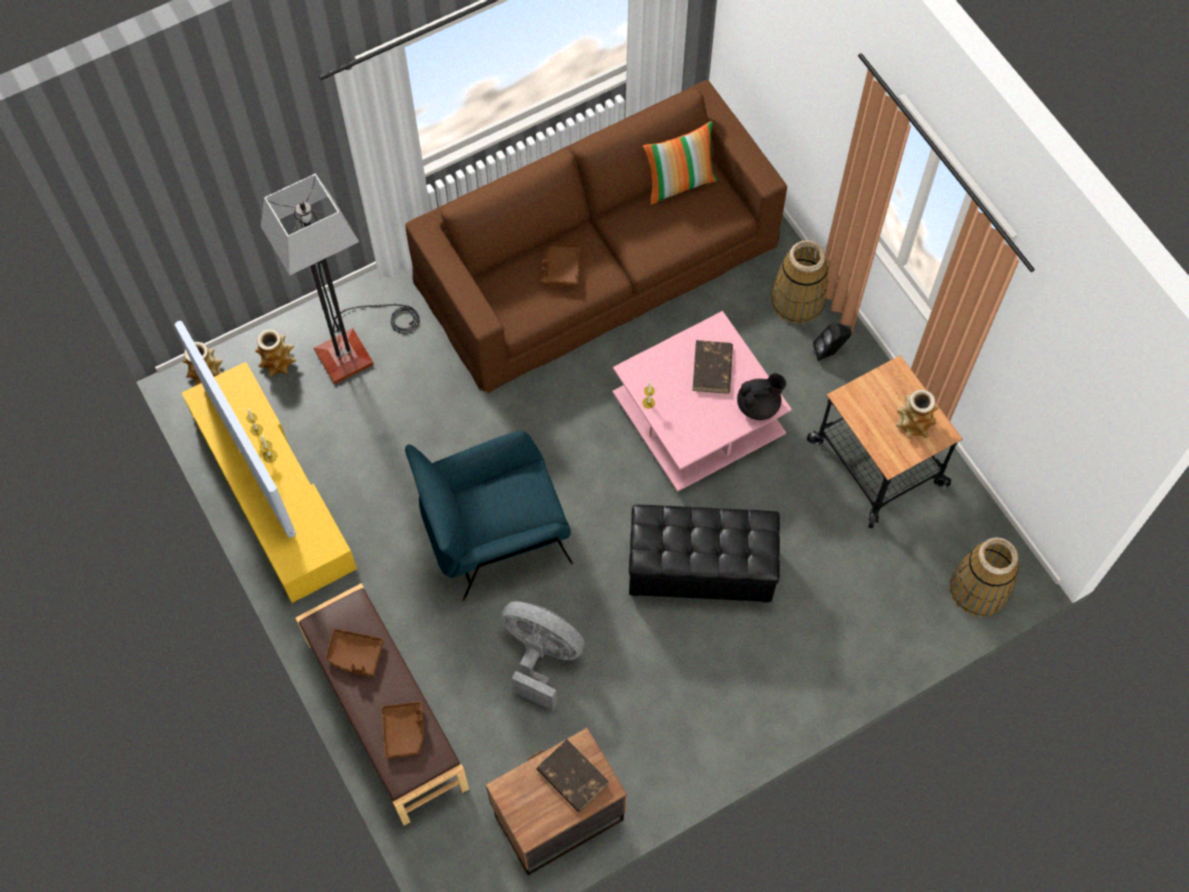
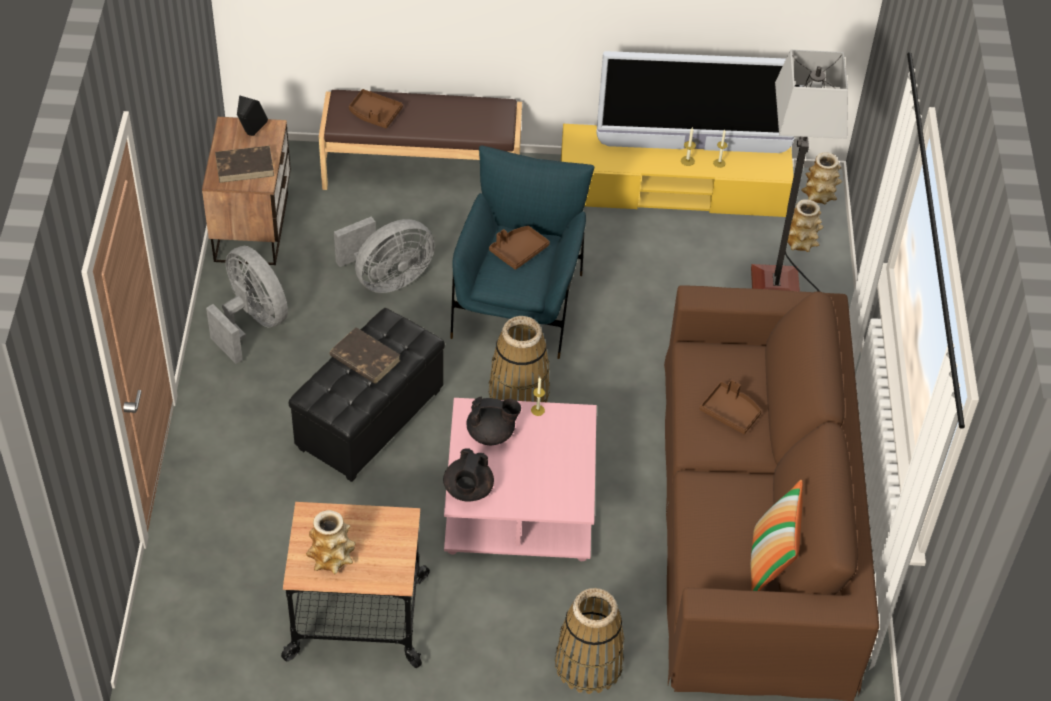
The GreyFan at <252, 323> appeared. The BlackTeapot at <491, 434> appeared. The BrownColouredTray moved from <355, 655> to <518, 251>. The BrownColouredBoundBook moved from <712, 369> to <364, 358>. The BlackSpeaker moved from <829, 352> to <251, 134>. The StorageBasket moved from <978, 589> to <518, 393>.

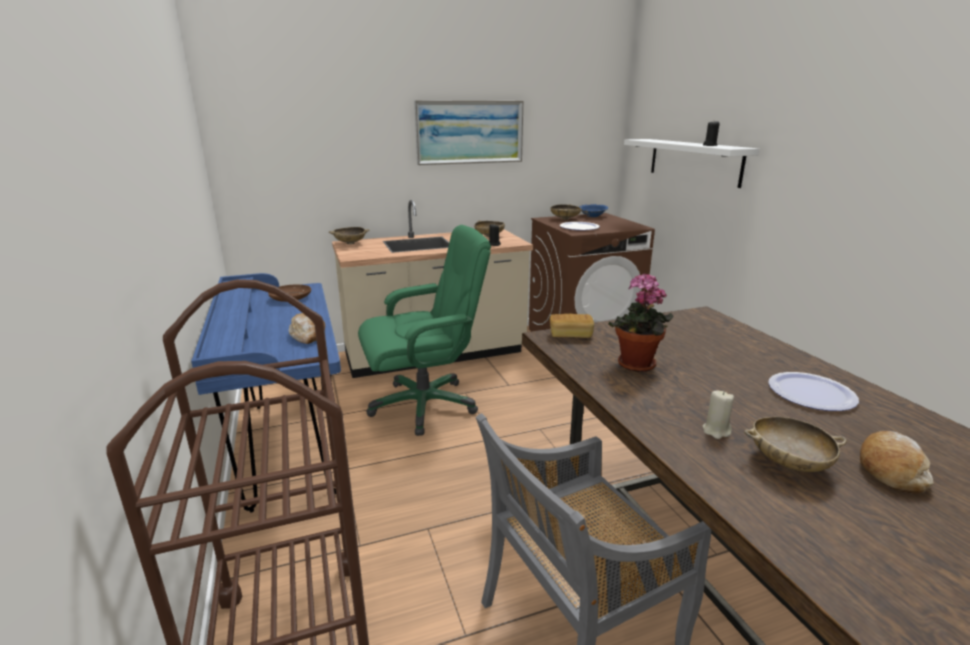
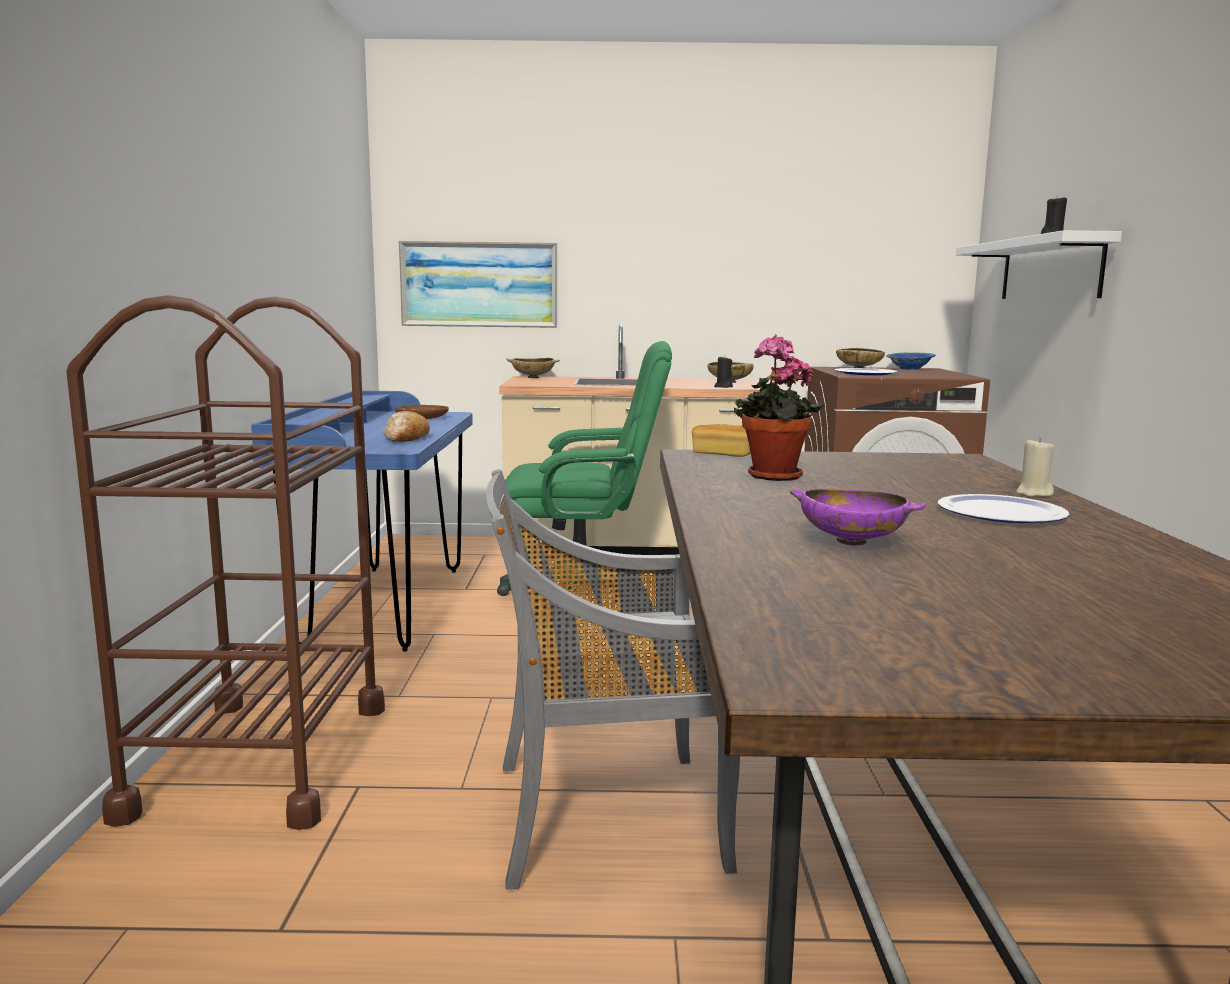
The BakeryBread at <890, 469> disappeared. The WallPicture moved from <469, 132> to <479, 284>. The BeigeWaxCandle moved from <716, 431> to <1033, 494>. The BeigeDeepDish at <788, 463> became the PurplishDeepDish at <851, 542>.

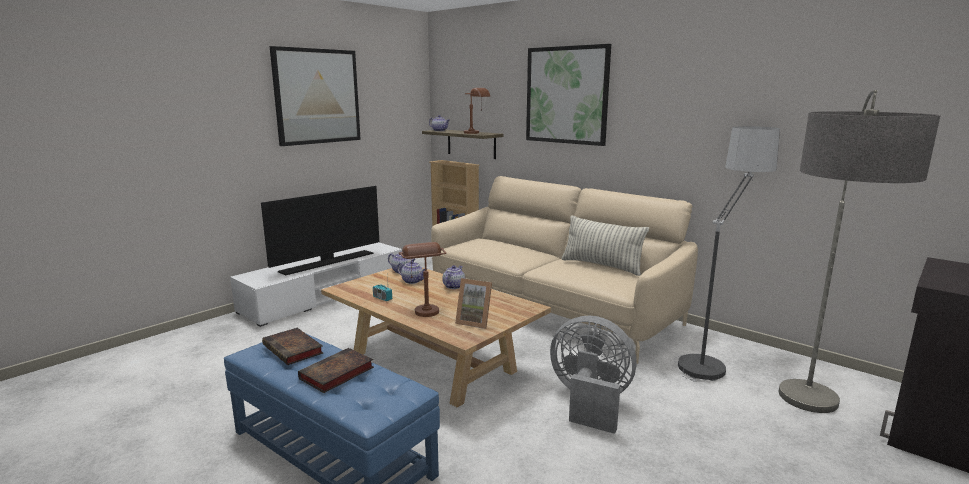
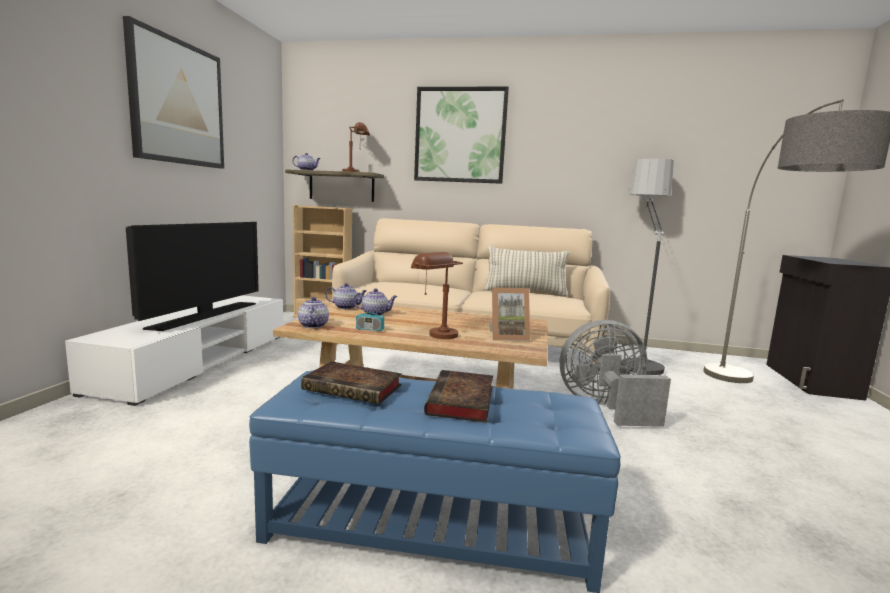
The Teapot moved from <453, 286> to <313, 325>.

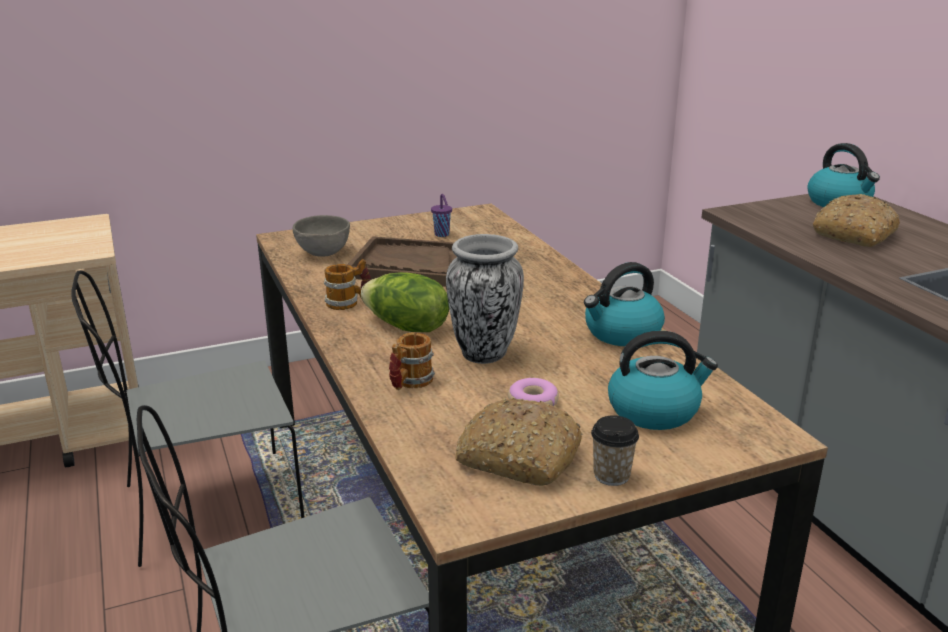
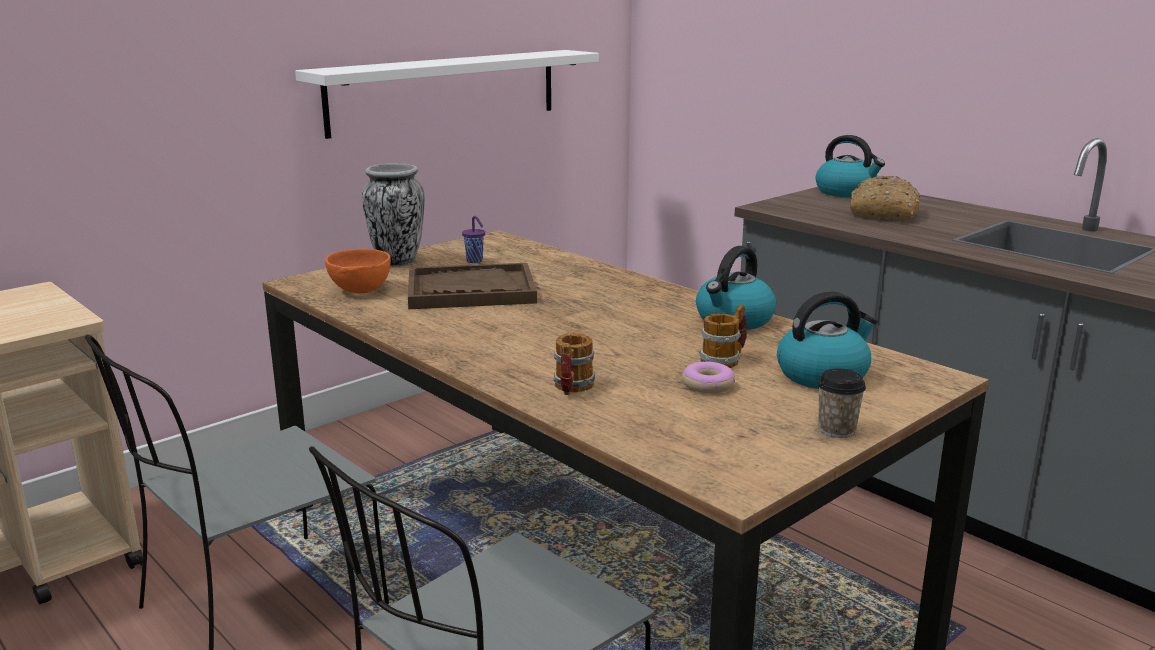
The Lettuce at <406, 327> disappeared. The BakeryBread at <518, 457> disappeared. The WhitishShelf at <446, 91> appeared. The TeaMug moved from <348, 302> to <725, 359>. The Vase moved from <483, 353> to <397, 261>. The GreyDeepDish at <322, 253> became the OrangeyDeepDish at <359, 290>.

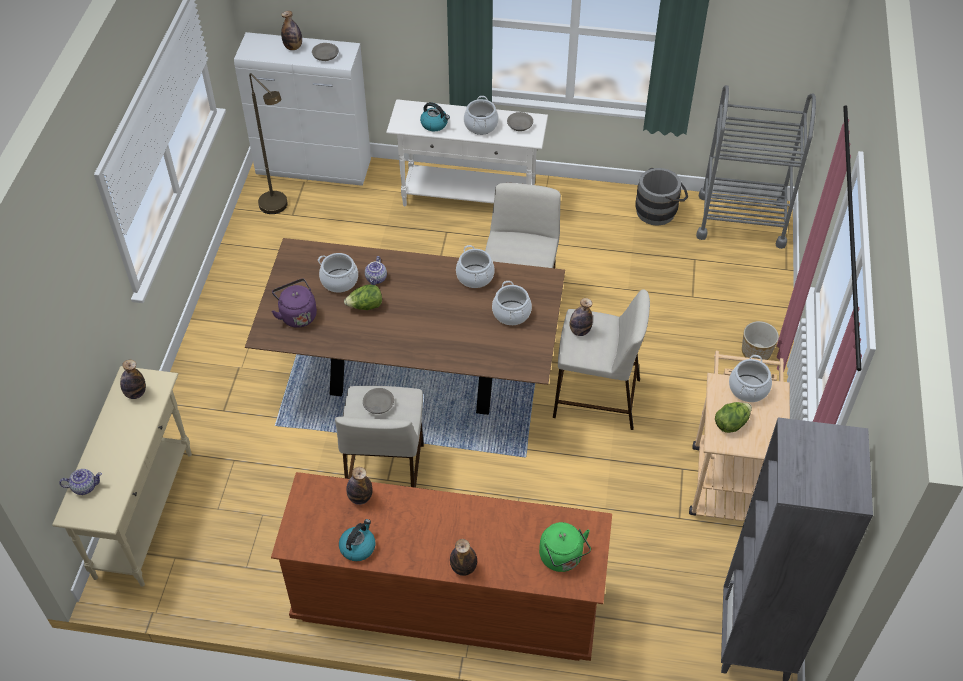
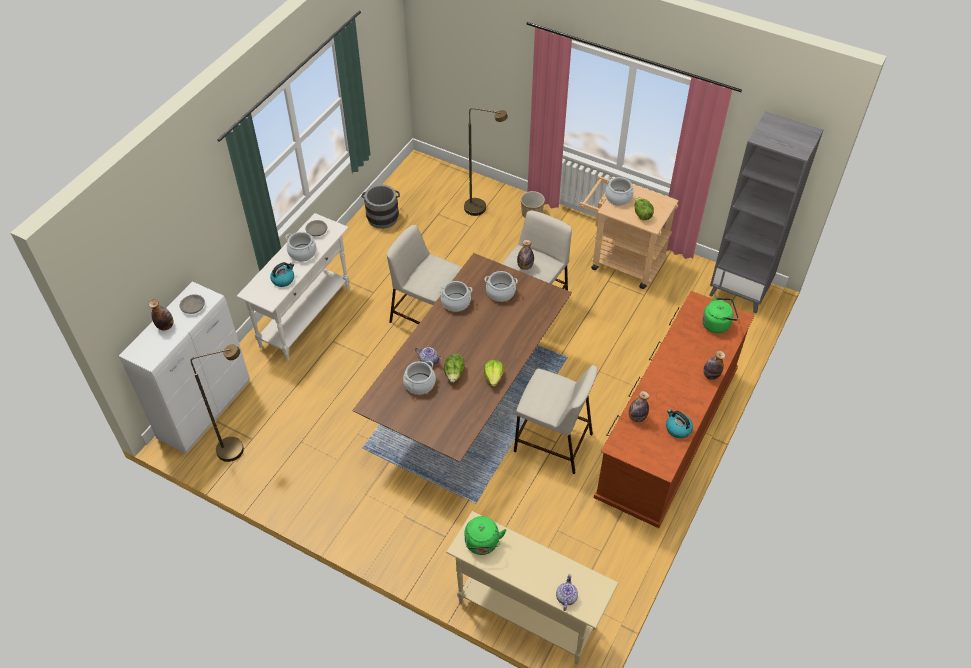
The PurplishWaterKettle at <297, 315> disappeared. The GreyDeepDish at <378, 405> disappeared. The GreyCart at <741, 220> disappeared. The BrownColouredStandingLamp at <481, 208> appeared. The Lettuce at <493, 377> appeared. The Bottle at <135, 393> was replaced by the GreenWaterKettle at <482, 544>.

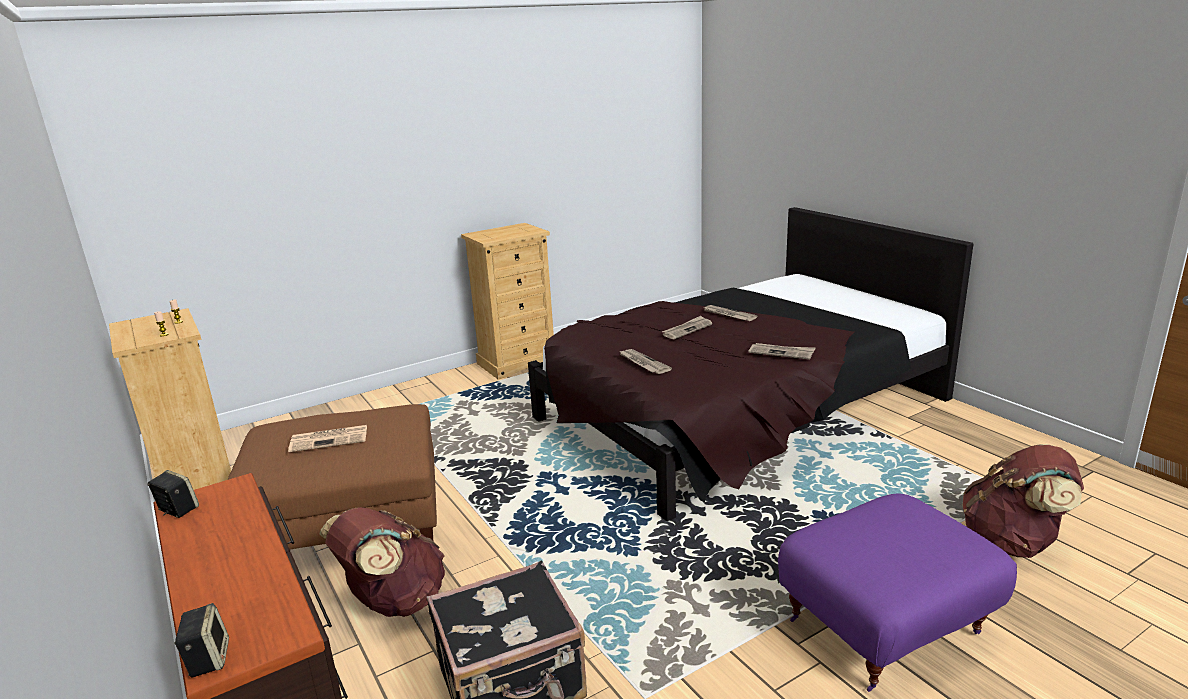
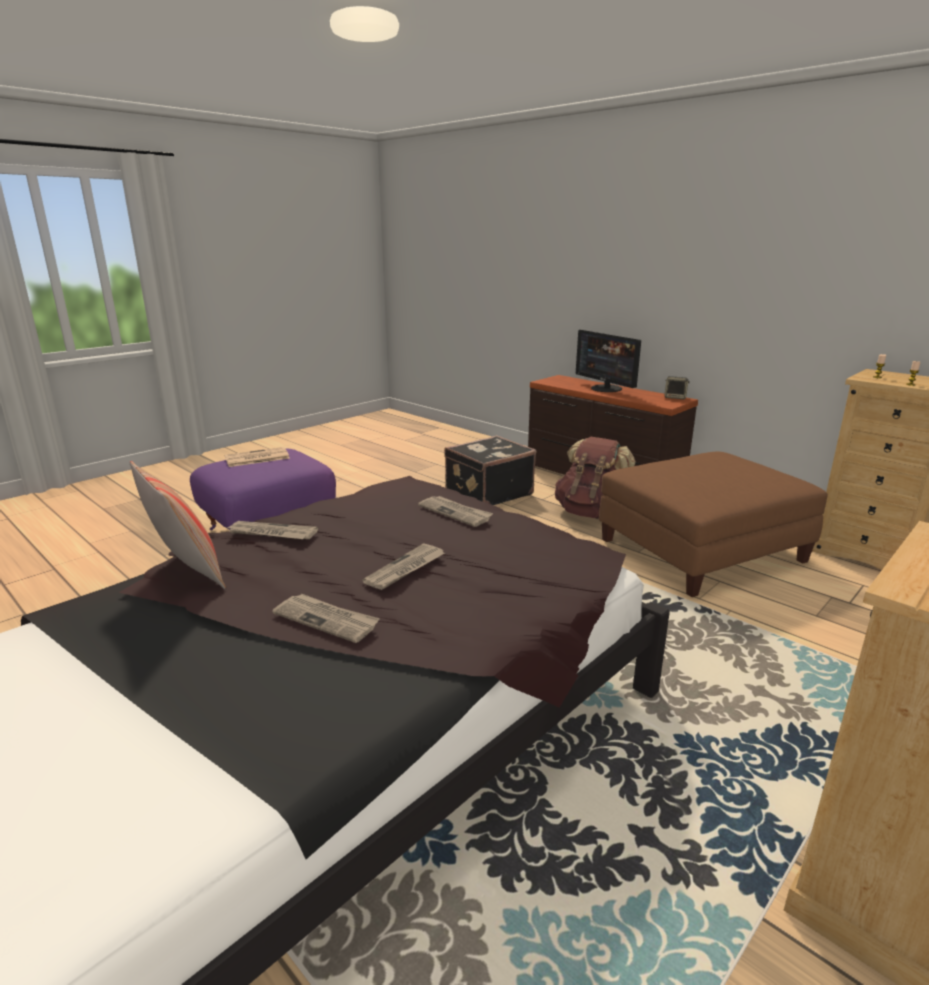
The Speaker at <208, 659> disappeared. The BrownColouredRucksack at <1013, 543> disappeared. The Pillow at <187, 572> appeared. The Monitor at <606, 388> appeared. The Newspaper moved from <330, 439> to <256, 458>.

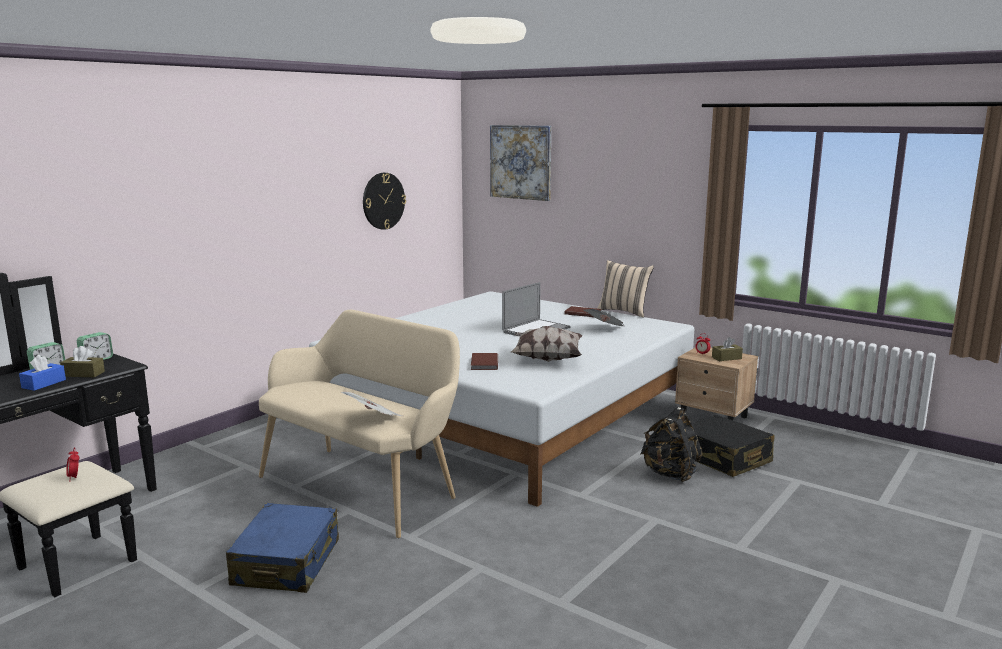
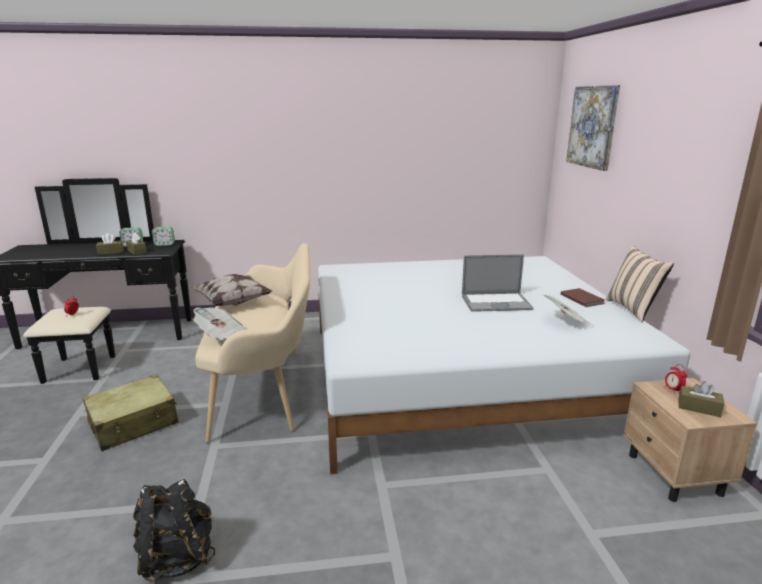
The WallClock at <383, 201> disappeared. The BrownColouredBoundBook at <483, 363> disappeared. The BlackPieceOfLuggage at <724, 459> disappeared. The Pillow moved from <546, 359> to <233, 302>. The BlackRucksack moved from <670, 474> to <177, 558>. The BluishTissueHolder at <44, 384> became the BrownColouredTissueHolder at <111, 252>. The BluishPieceOfLuggage at <287, 563> became the BeigePieceOfLuggage at <134, 423>.

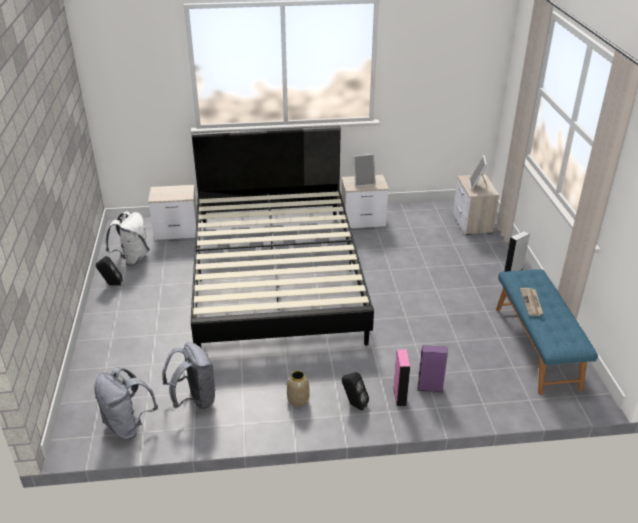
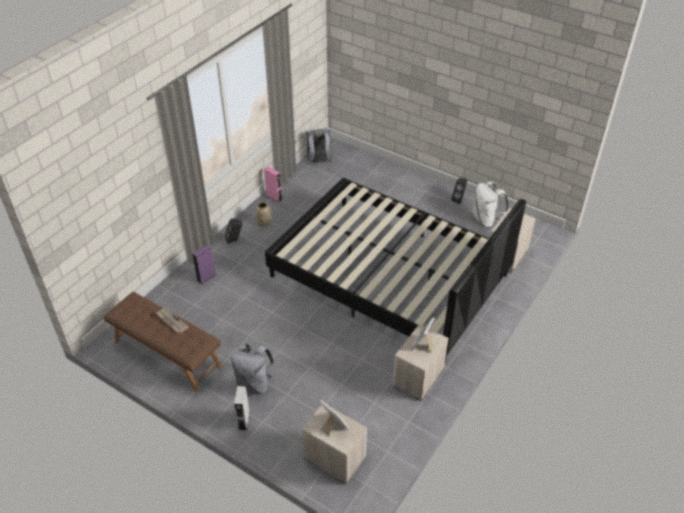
The GreyRucksack moved from <194, 400> to <254, 383>. The PinkColouredSpeaker moved from <400, 396> to <274, 197>. The BluishLongSeat at <537, 347> became the BrownColouredLongSeat at <167, 354>.

